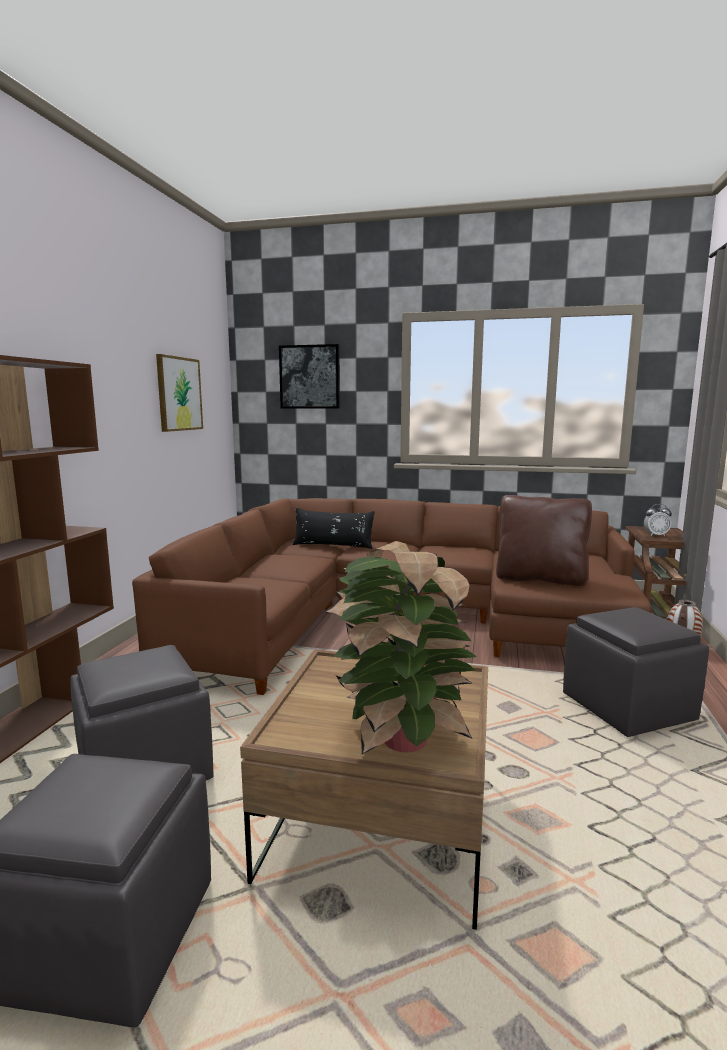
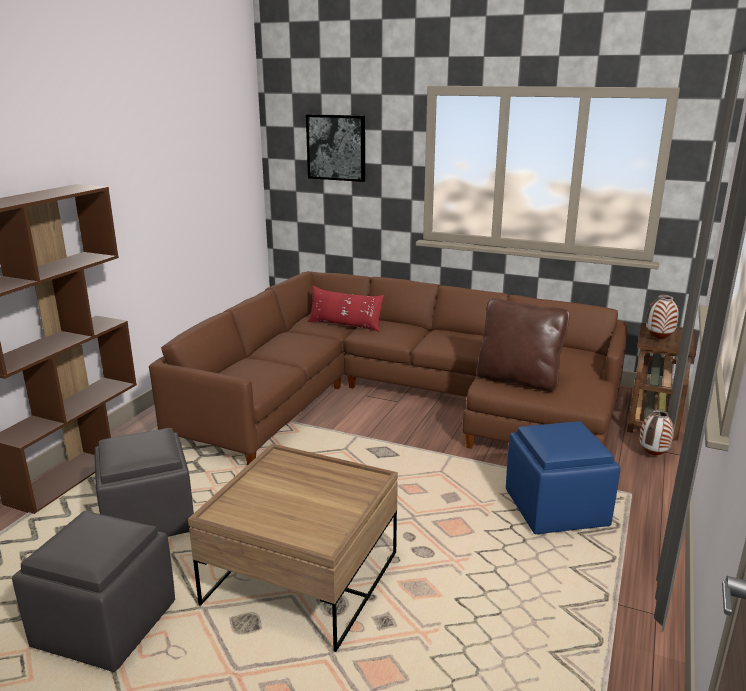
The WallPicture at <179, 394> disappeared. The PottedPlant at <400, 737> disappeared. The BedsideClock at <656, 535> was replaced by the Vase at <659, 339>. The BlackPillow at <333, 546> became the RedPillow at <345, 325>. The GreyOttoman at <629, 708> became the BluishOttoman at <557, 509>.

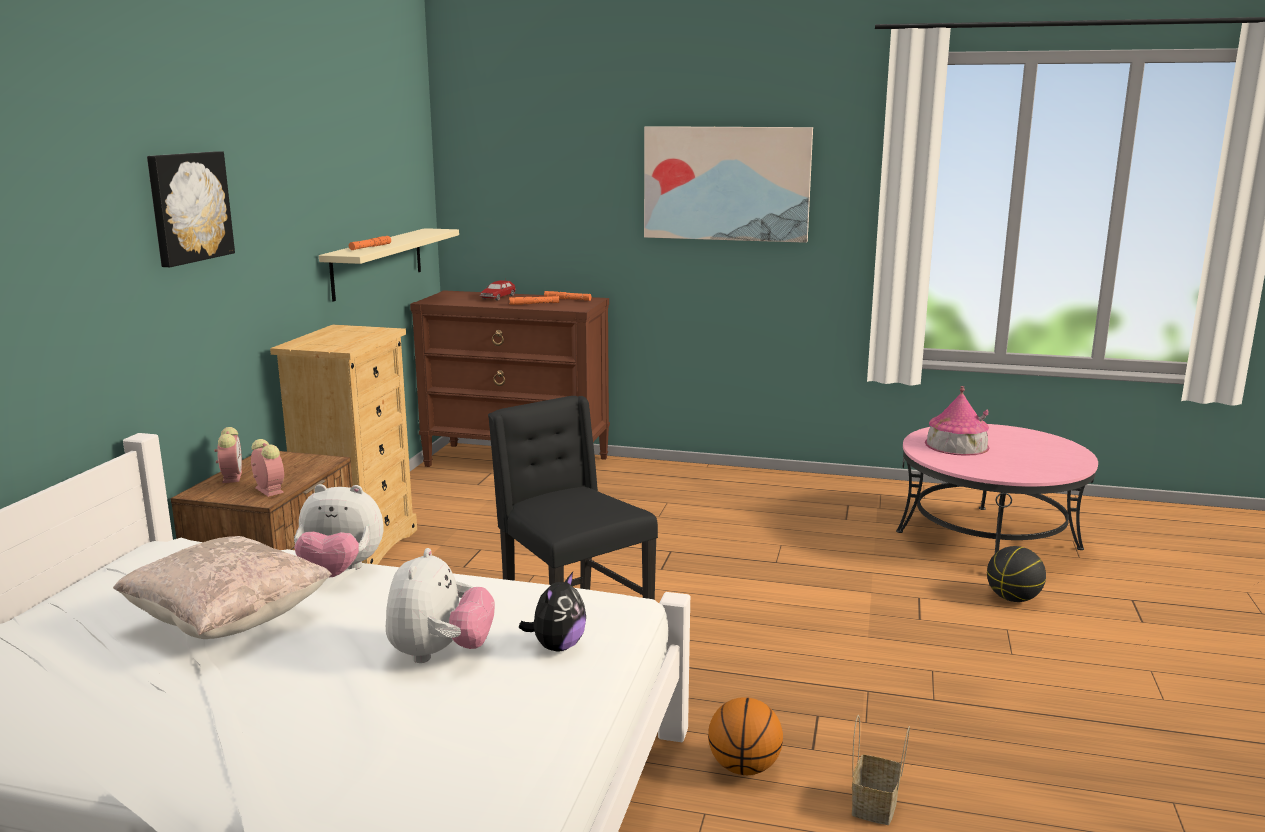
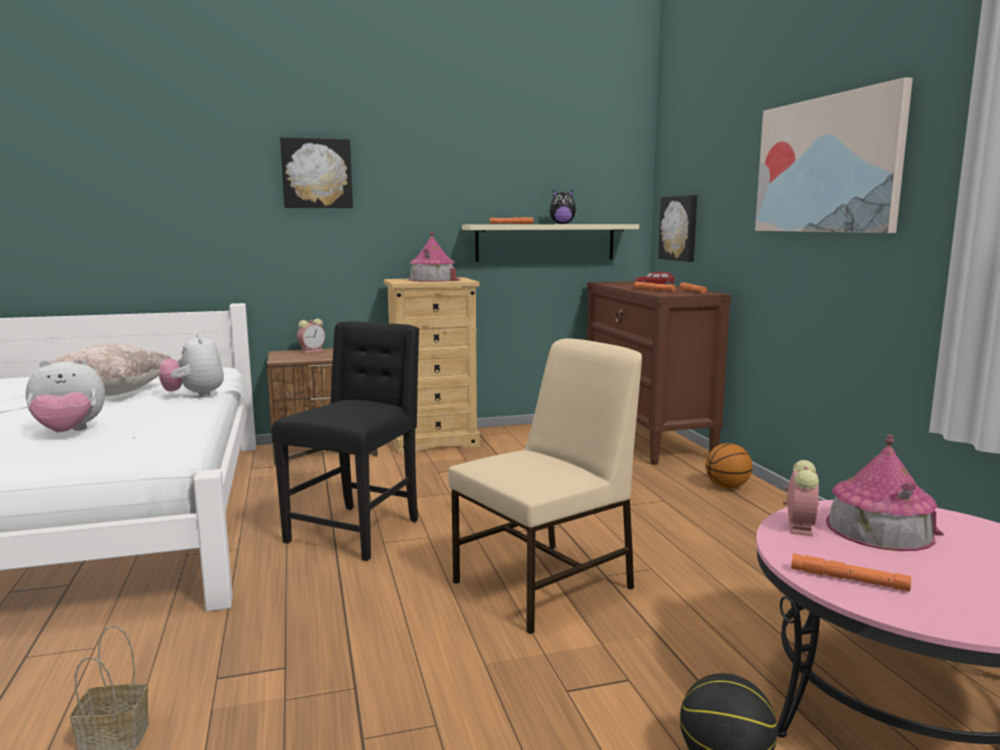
The ToyHouse at <432, 279> appeared. The BeigePlainChair at <546, 584> appeared. The WallPicture at <680, 228> appeared. The OrangeyFlashlight at <848, 579> appeared. The BedsideClock moved from <268, 490> to <799, 526>. The SoftToy moved from <557, 646> to <562, 224>. The BasketballBall moved from <743, 768> to <727, 486>.

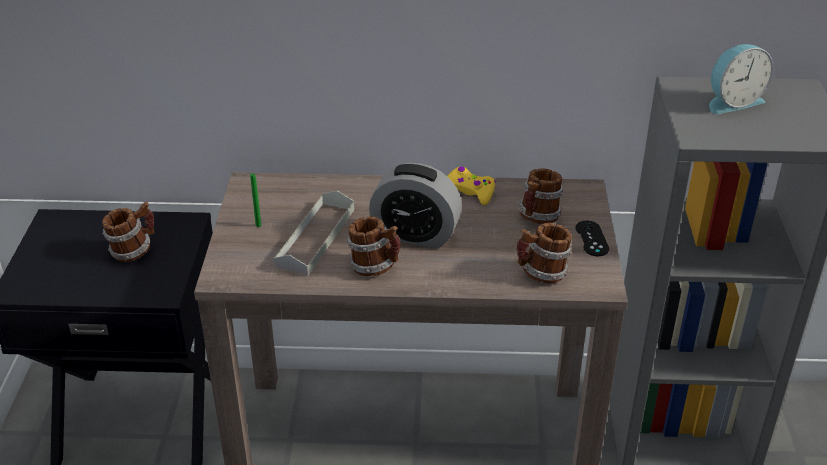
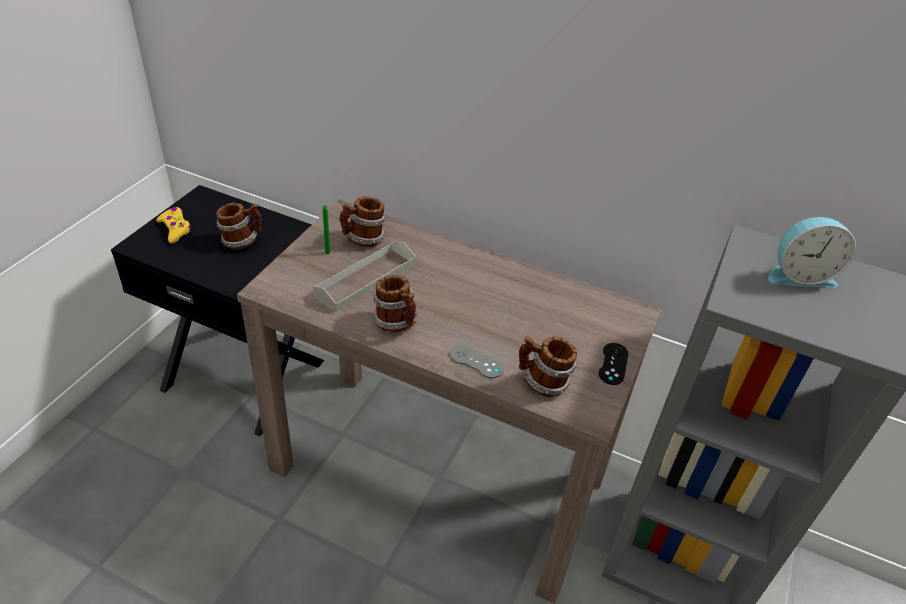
The BedsideClock at <415, 235> disappeared. The GreyJoypad at <476, 362> appeared. The YellowishJoypad moved from <469, 191> to <175, 229>. The TeaMug moved from <538, 218> to <363, 240>.

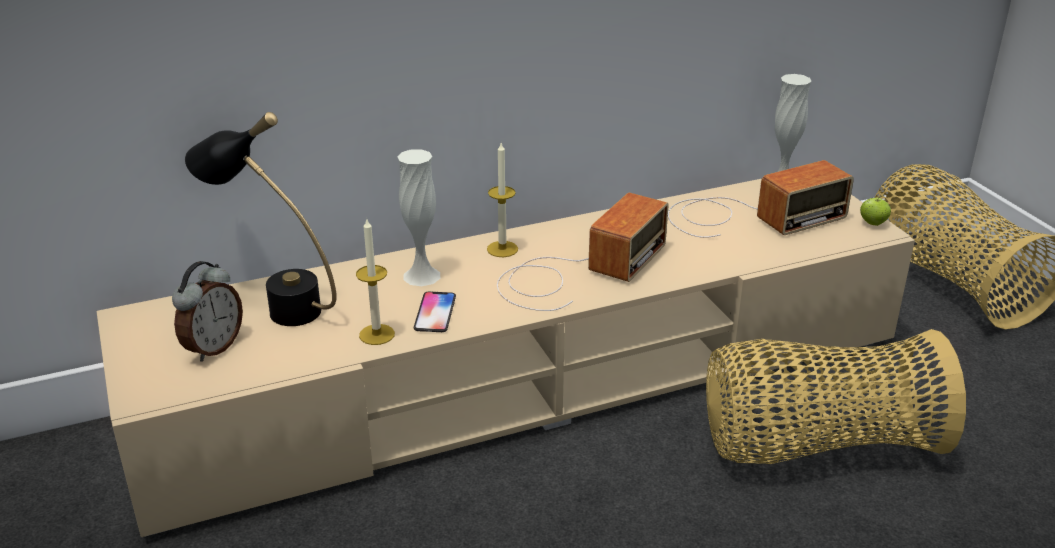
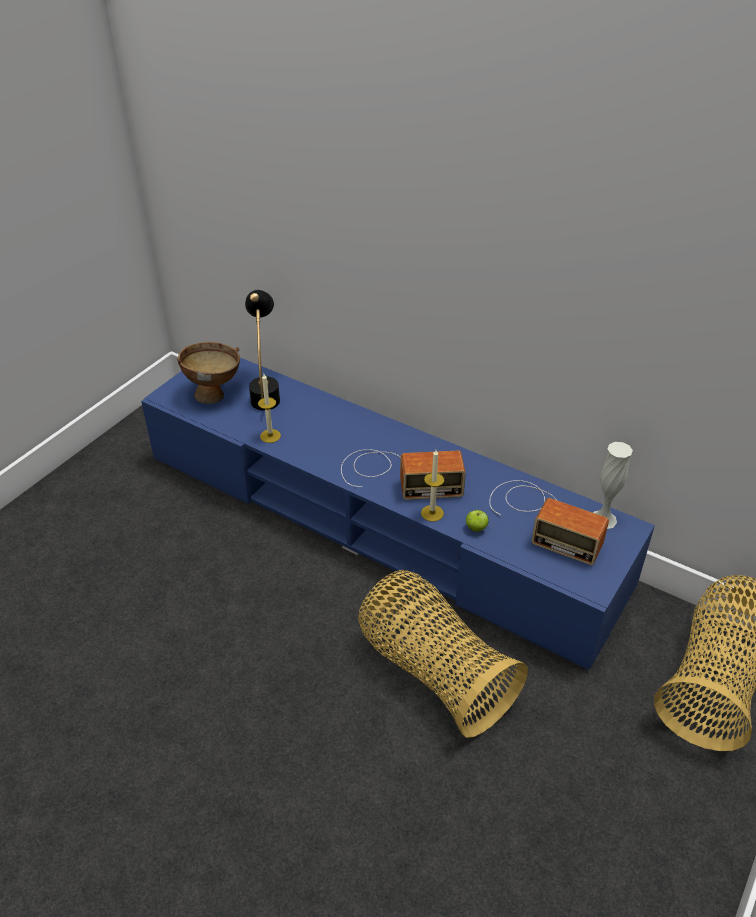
The WhitishVase at <421, 276> disappeared. The Handset at <435, 313> disappeared. The WaxCandle moved from <502, 249> to <432, 513>. The AppleFruit moved from <872, 223> to <476, 528>. The BedsideClock at <213, 347> was replaced by the BrownColouredDeepDish at <215, 394>. The BeigeMediaConsole at <529, 380> became the BluishMediaConsole at <379, 520>.

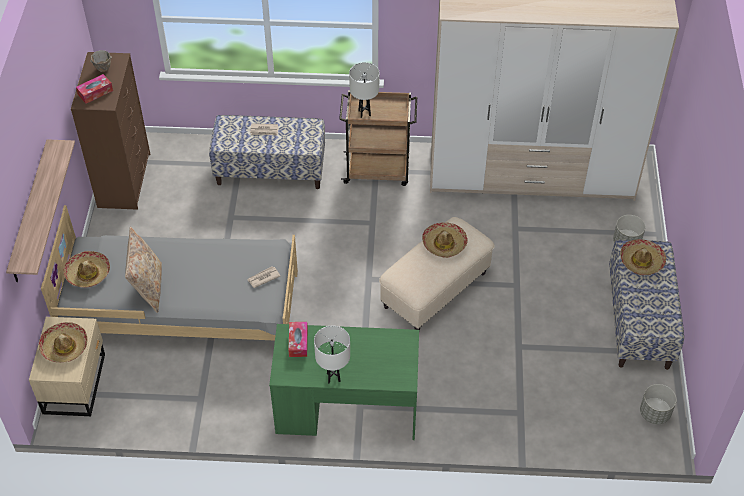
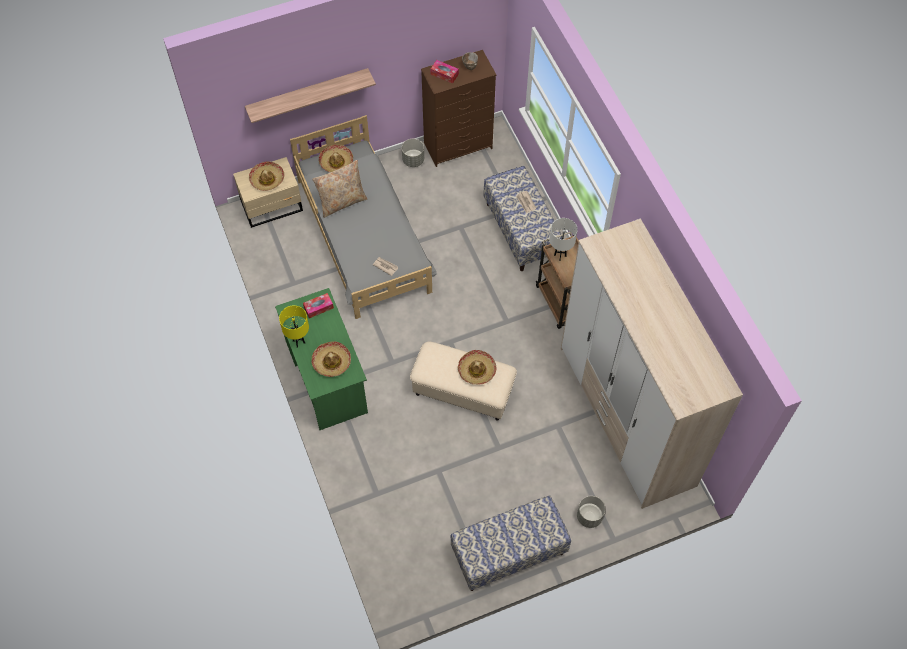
The Hat moved from <641, 261> to <331, 362>. The GreyPlantPot moved from <654, 413> to <413, 160>. The WhitishLampForATable at <333, 377> became the YellowishLampForATable at <299, 342>.

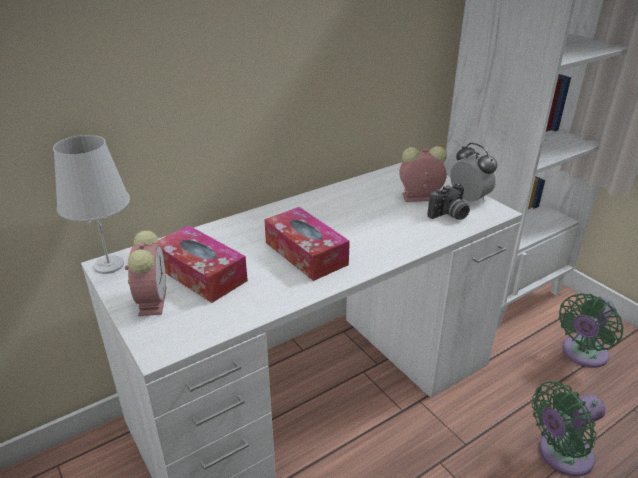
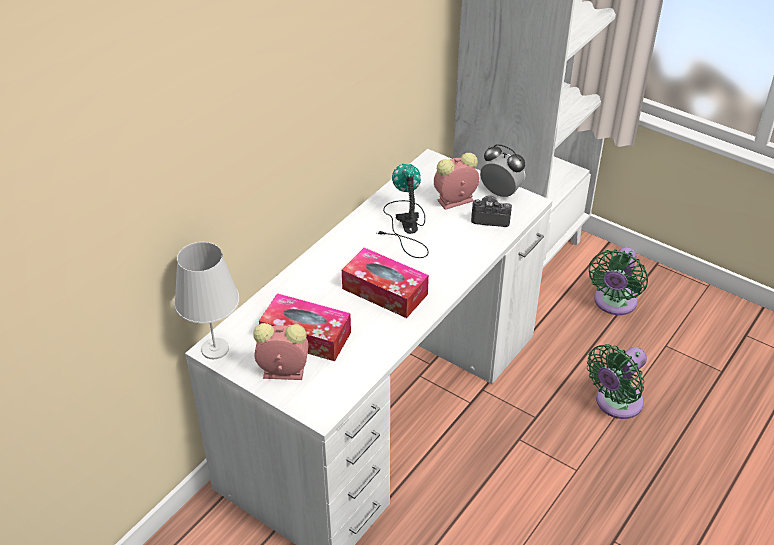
The LampForATable at <405, 226> appeared. The BedsideClock at <152, 300> turned 60 degrees counterclockwise. The PhotoCamera at <449, 215> turned 120 degrees counterclockwise.

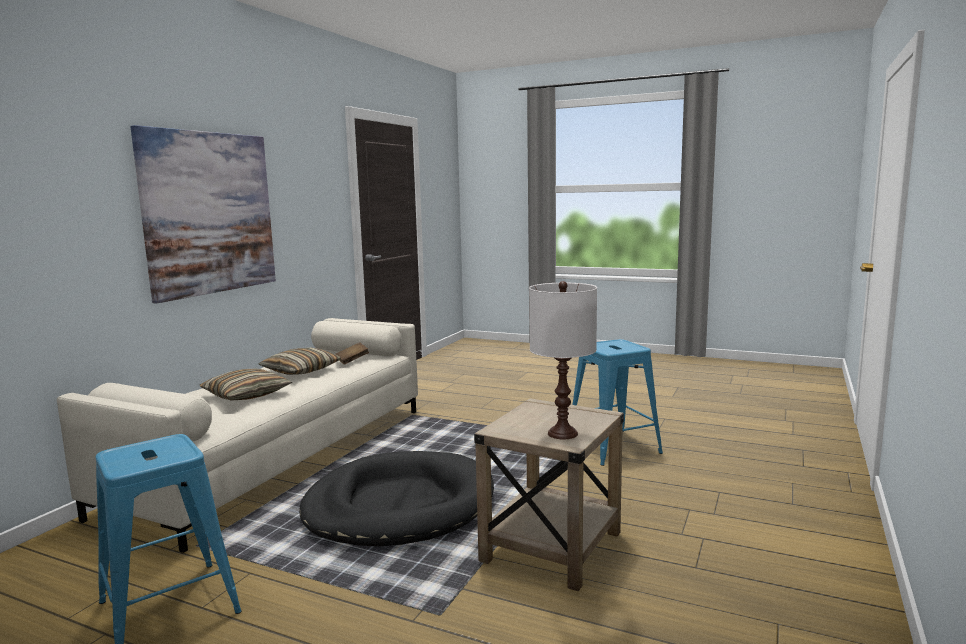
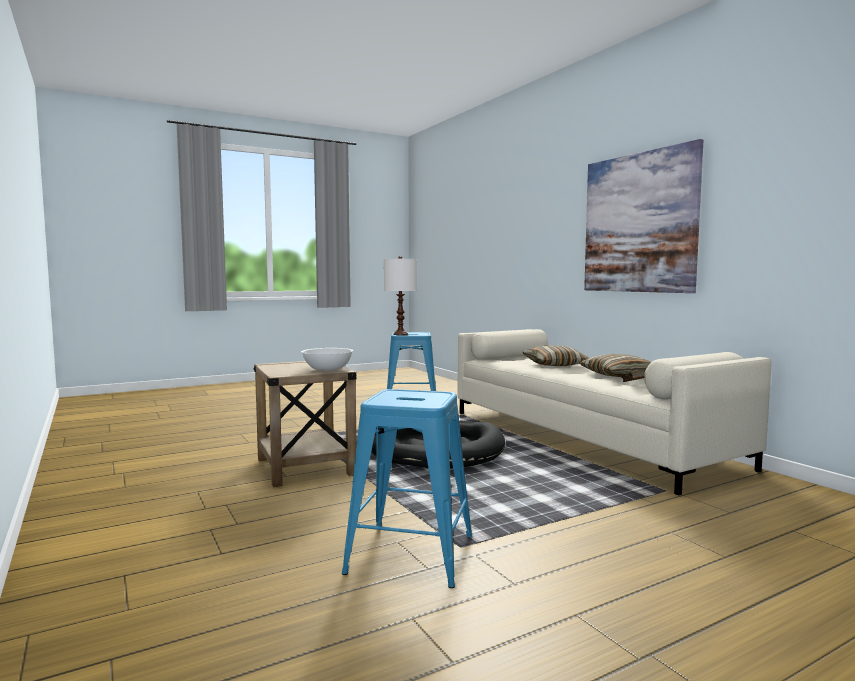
The WhitishDeepDish at <327, 369> appeared. The WhitishLampForATable moved from <562, 434> to <400, 334>.

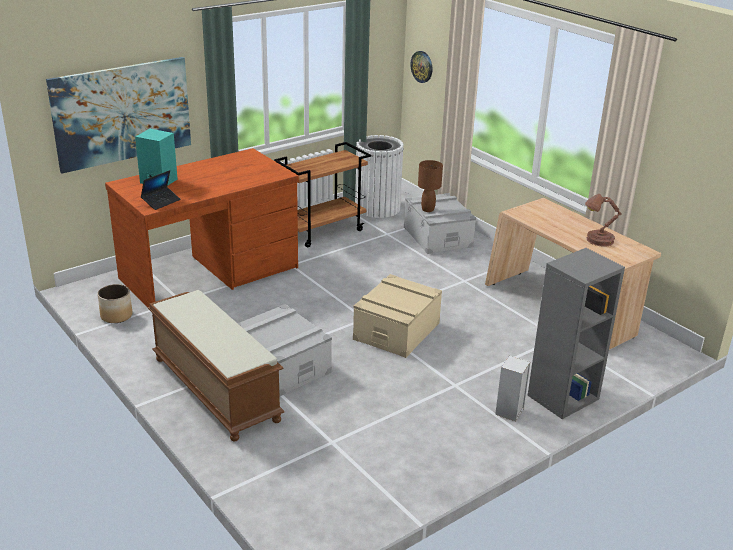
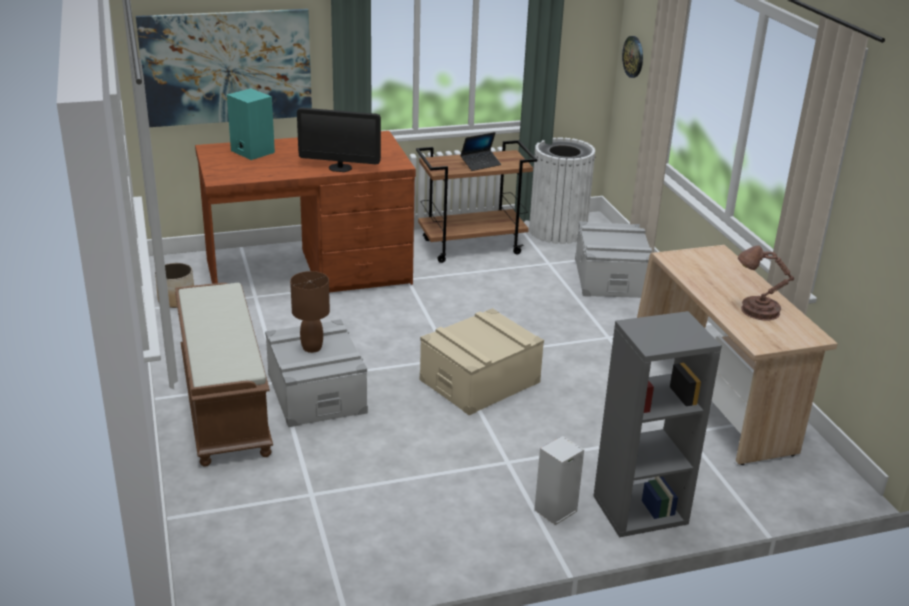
The Monitor at <340, 168> appeared. The Laptop moved from <161, 201> to <480, 164>. The BrownColouredLampForATable moved from <428, 210> to <312, 348>.

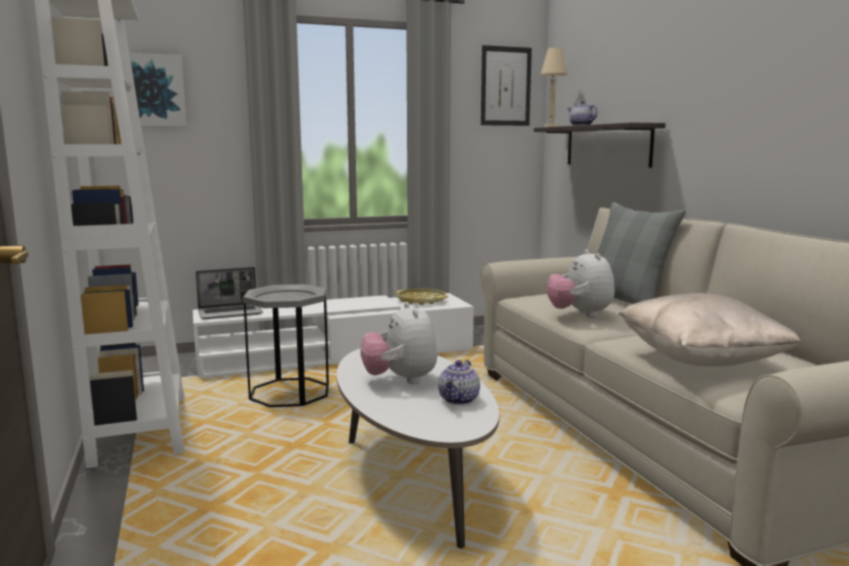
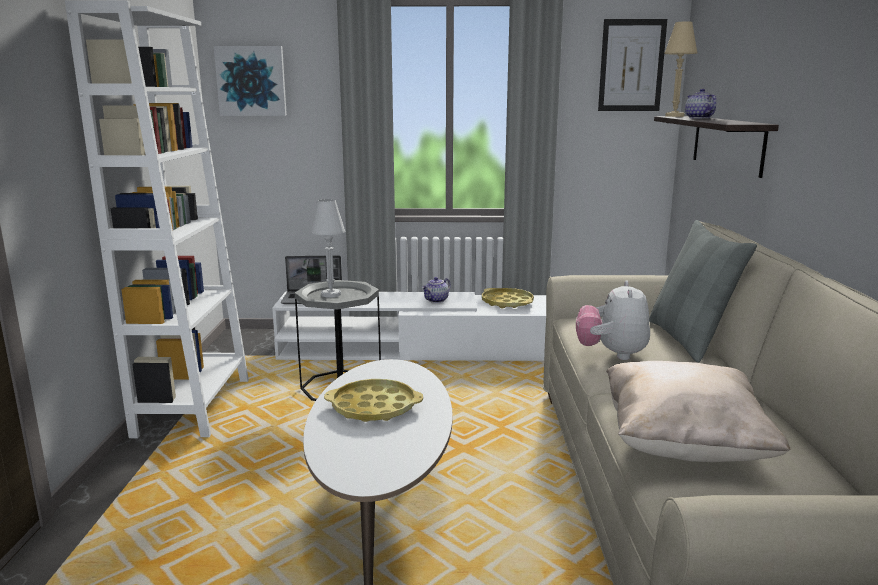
The WhitishLampForATable at <331, 294> appeared. The Teapot moved from <459, 400> to <436, 300>. The SoftToy at <400, 380> was replaced by the YellowishTray at <374, 407>.

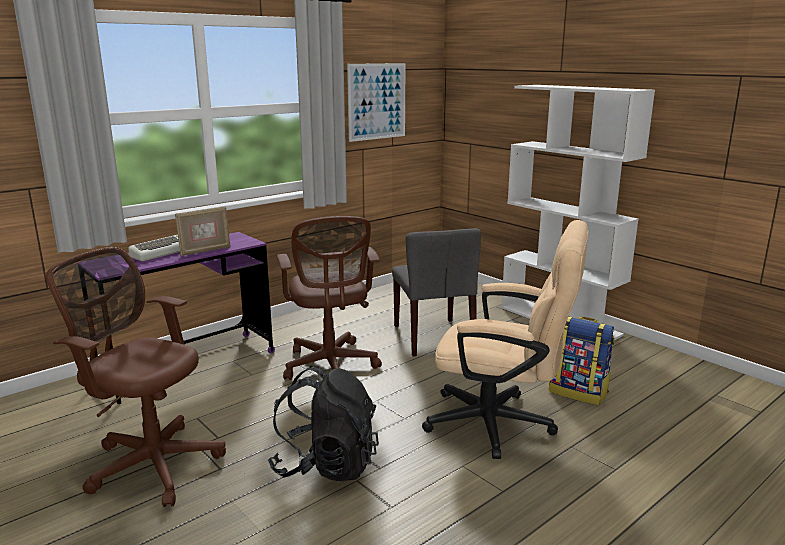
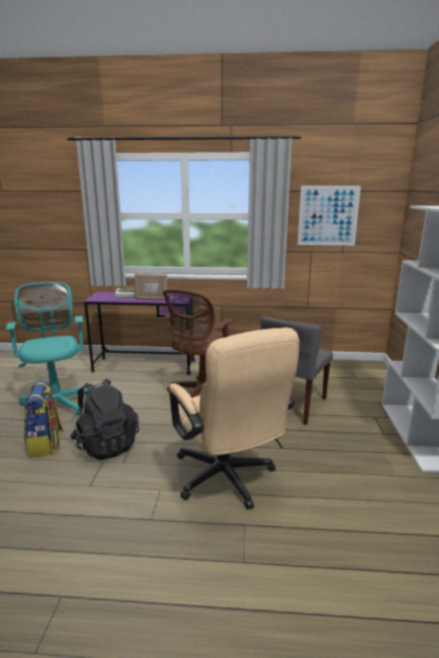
The Rucksack moved from <578, 392> to <46, 444>. The BrownColouredOfficeChair at <151, 462> became the BlueGreenOfficeChair at <57, 404>.

